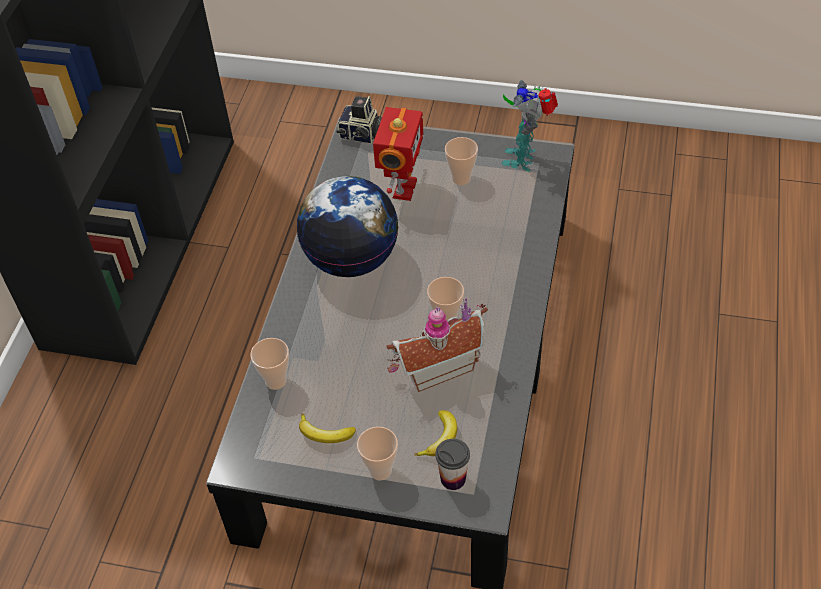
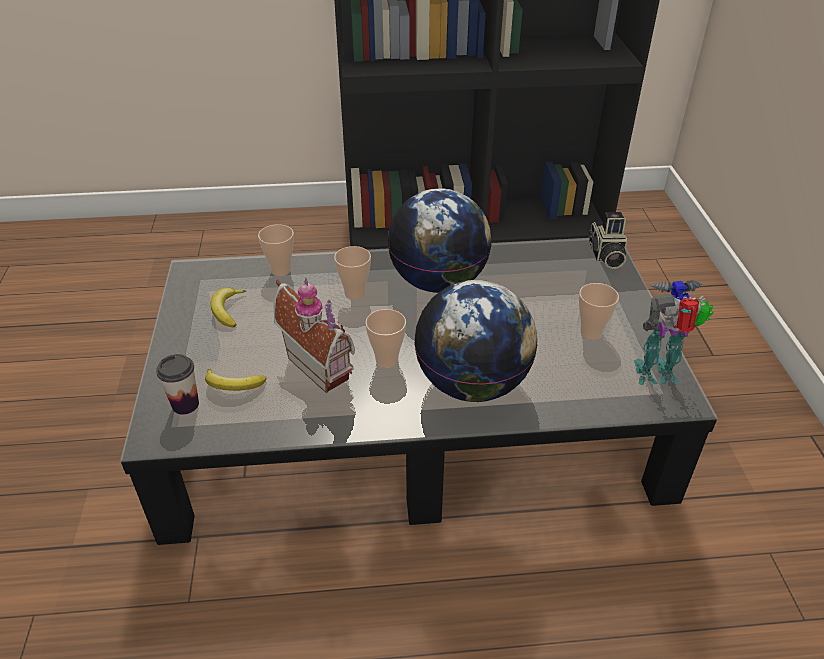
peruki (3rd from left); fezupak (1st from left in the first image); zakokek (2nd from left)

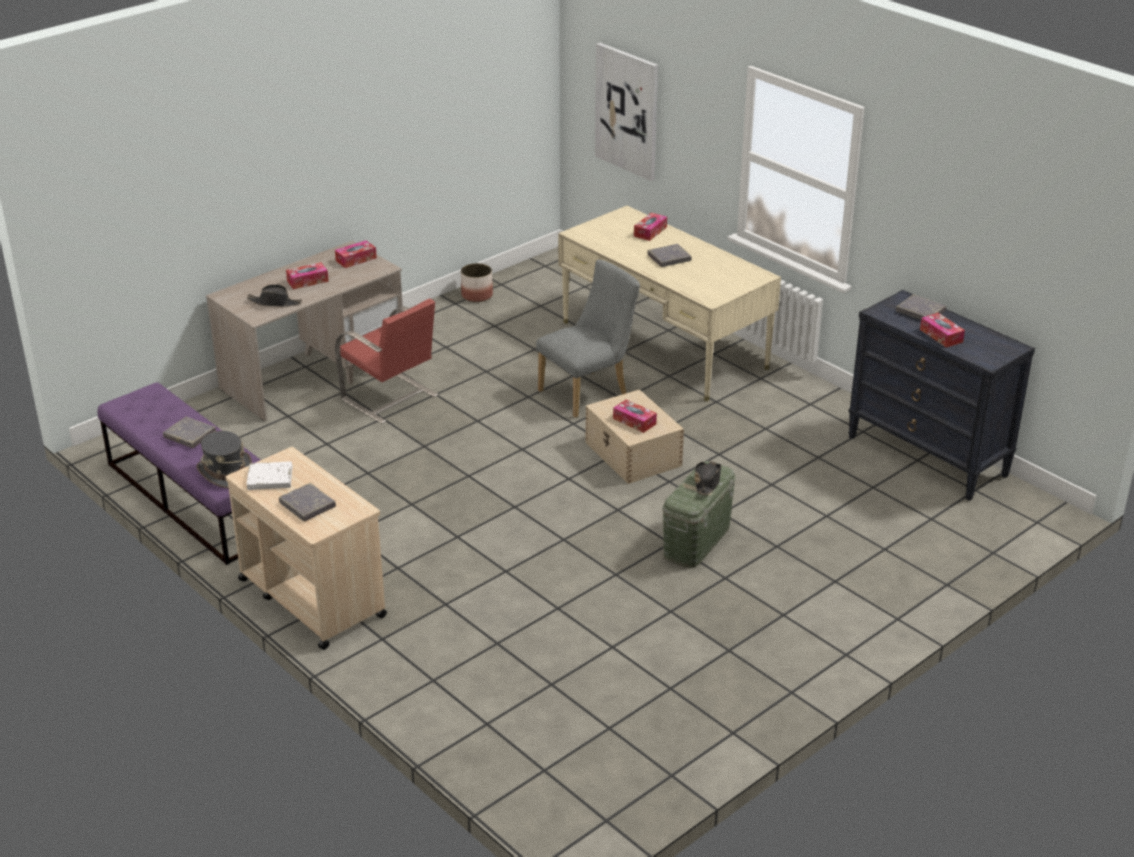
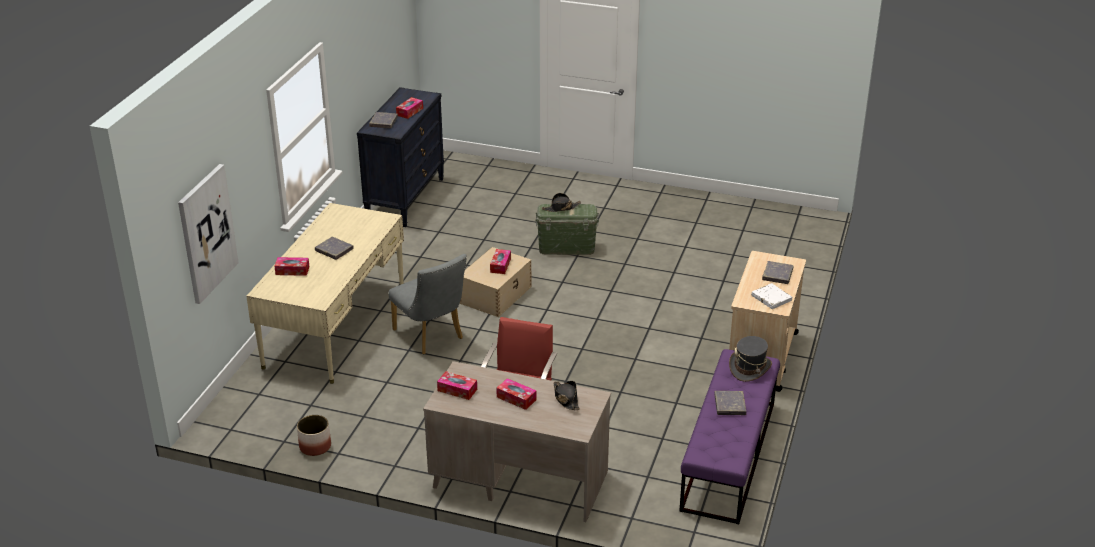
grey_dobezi

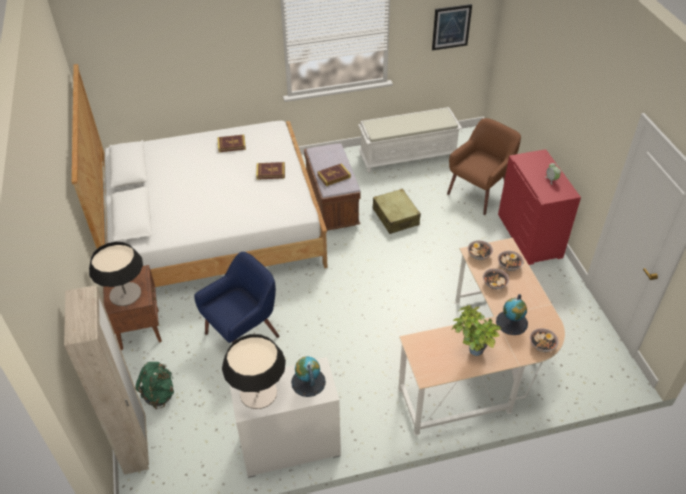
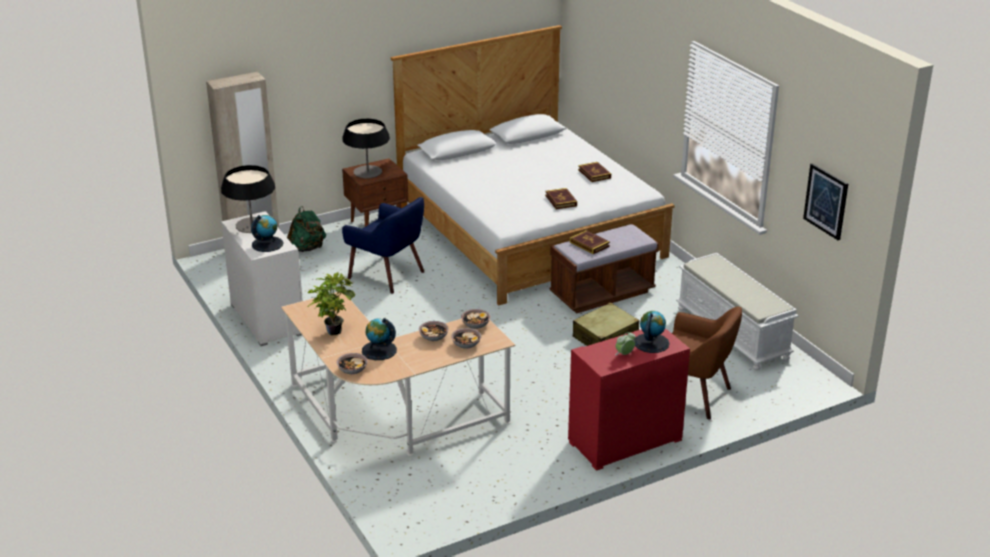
zakokek (3rd from left)

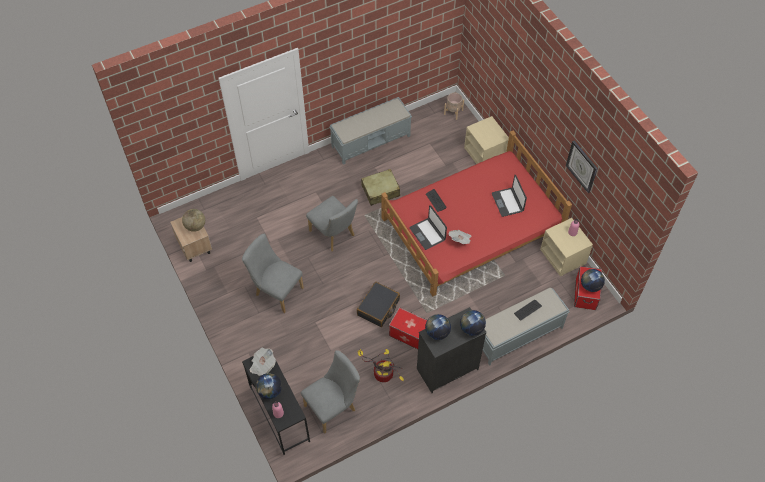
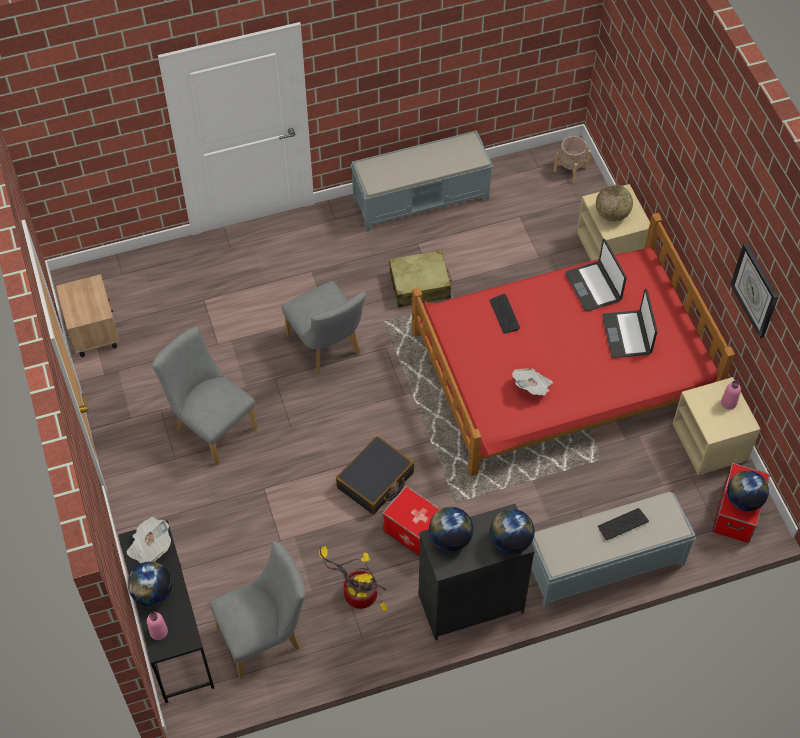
zakokek (4th from left); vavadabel (1st from left)

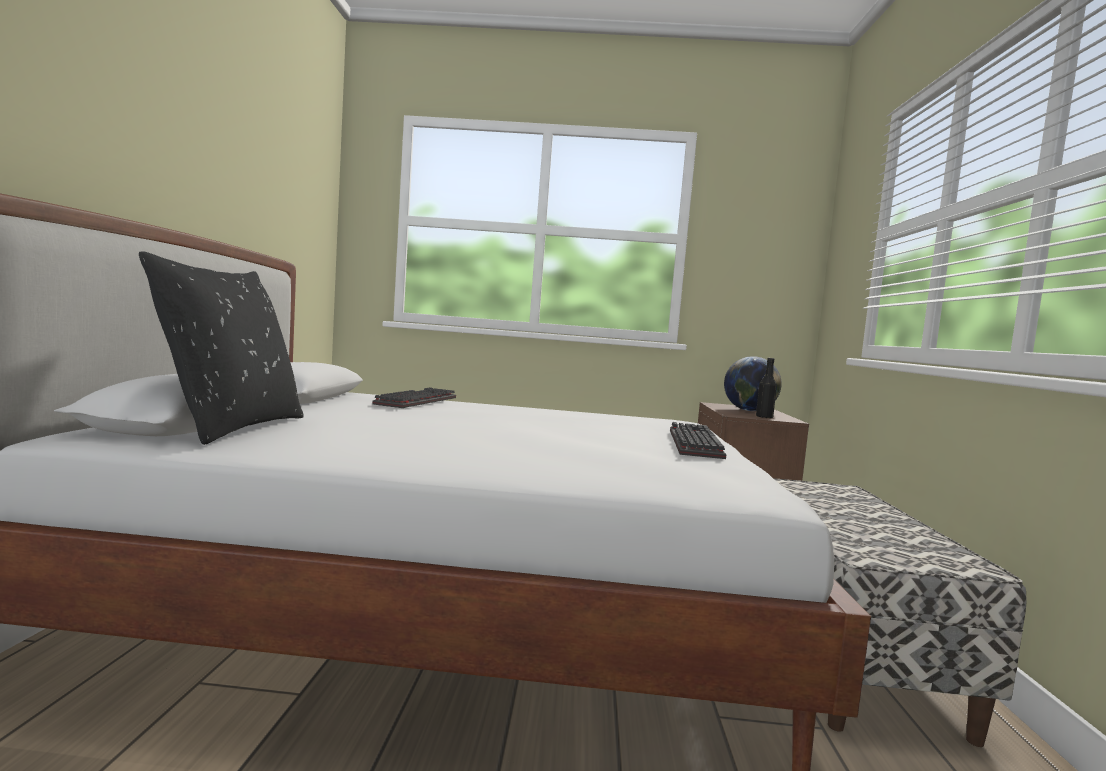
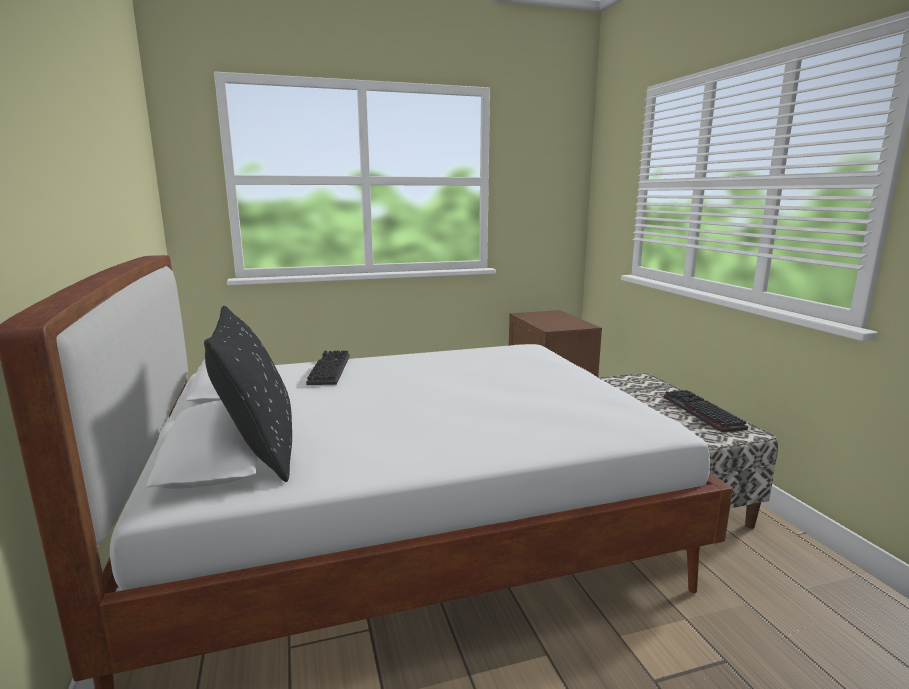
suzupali (2nd from left); zakokek; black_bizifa

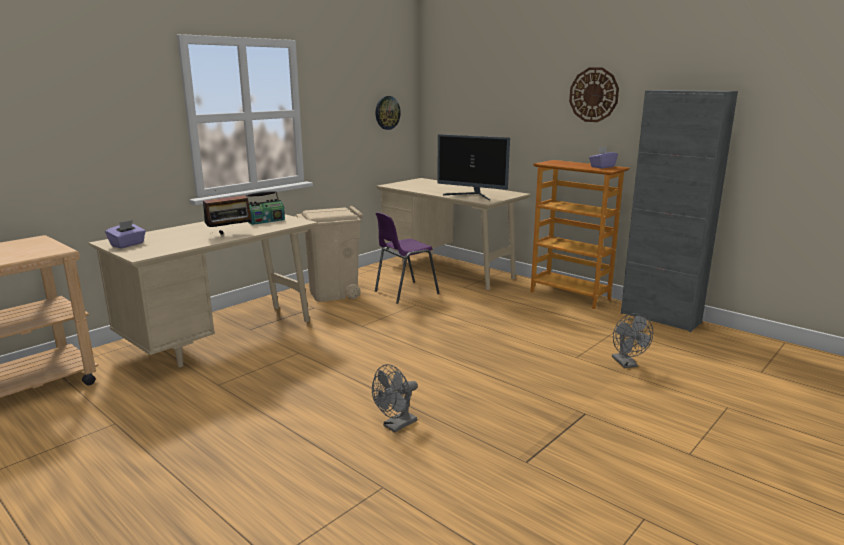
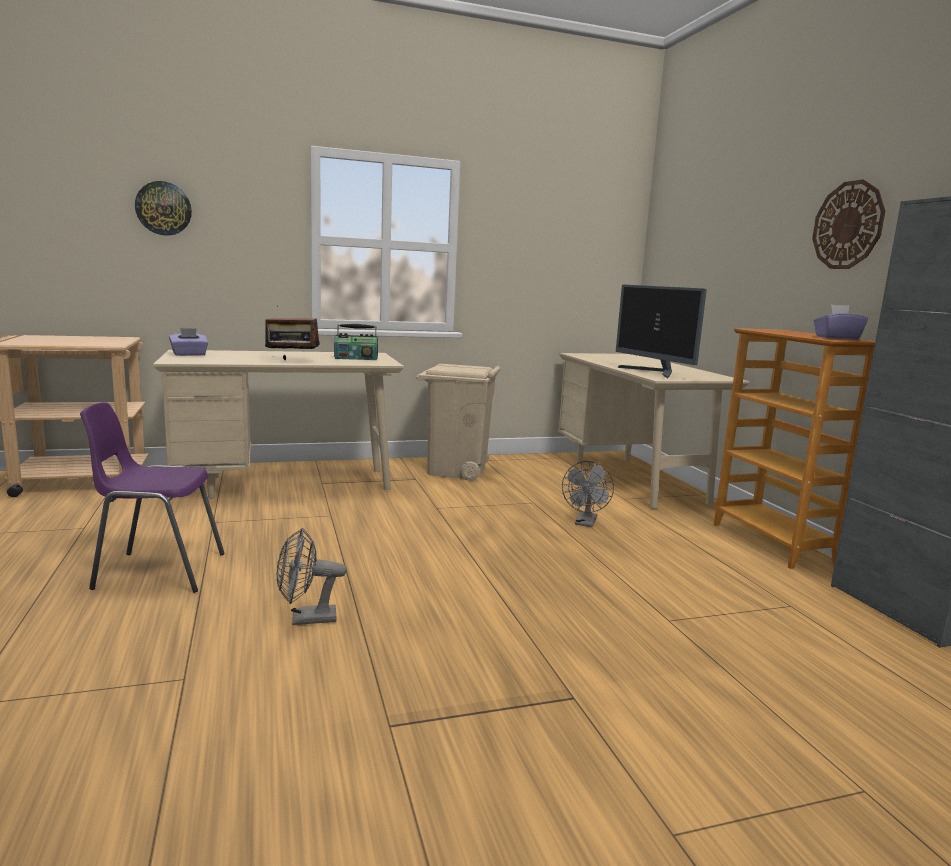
purple_dobezi; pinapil (1st from left); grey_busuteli (2nd from left)

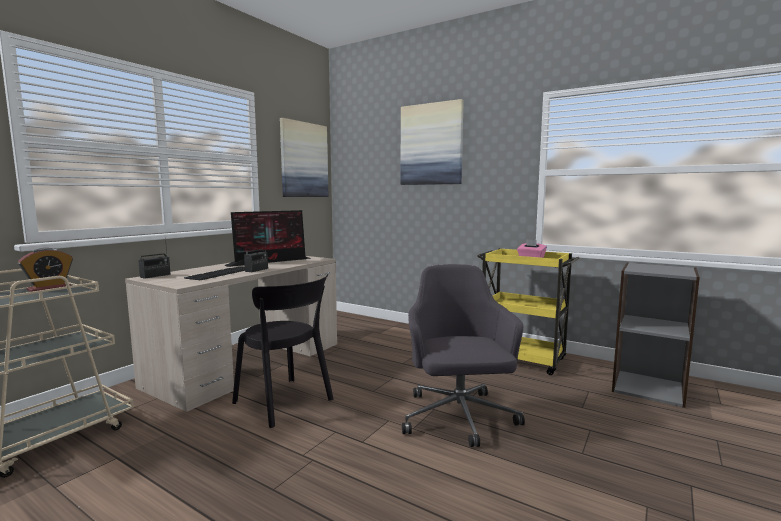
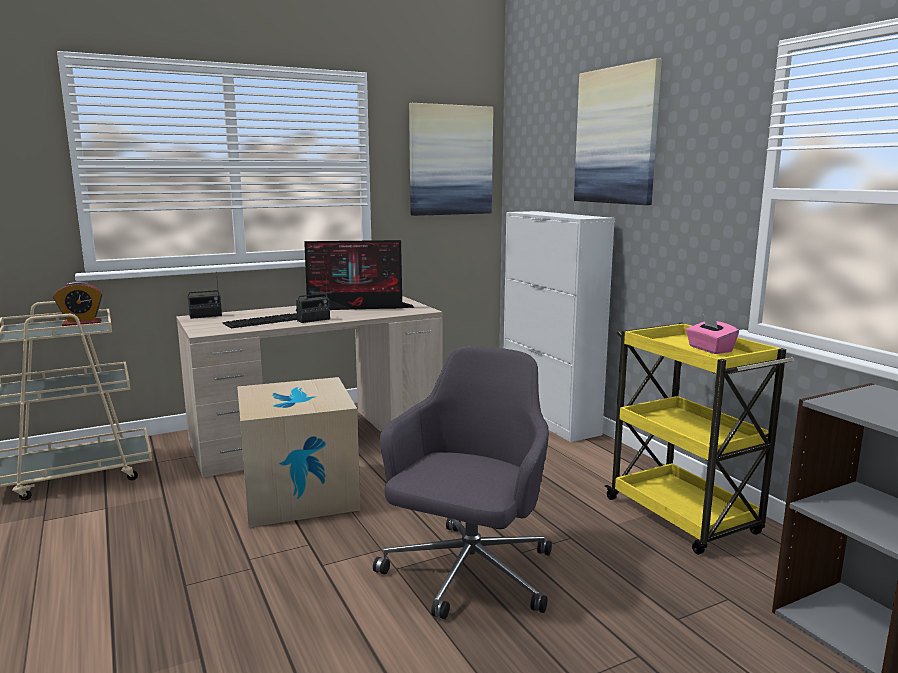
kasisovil; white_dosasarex

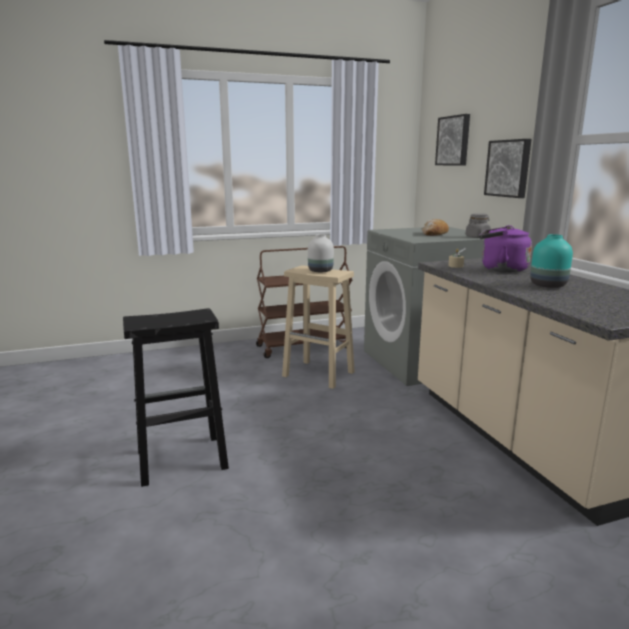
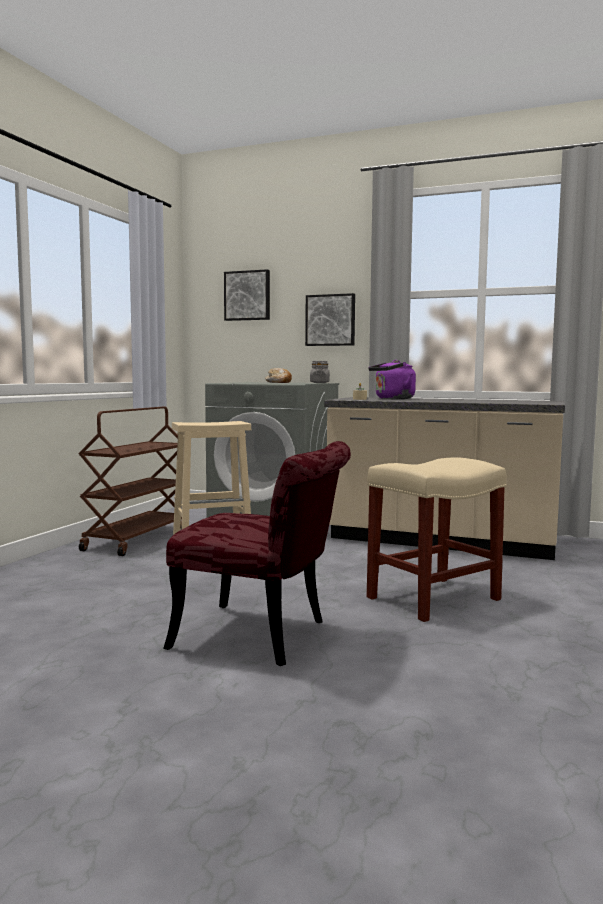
red_dobezi; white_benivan; turquoise_benivan; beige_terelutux (2nd from left)

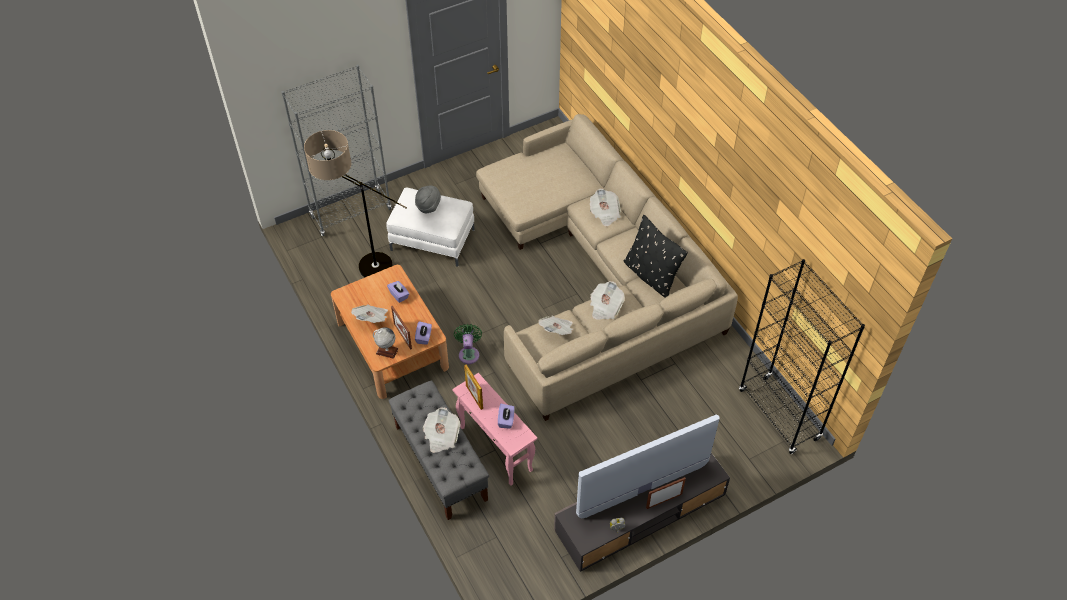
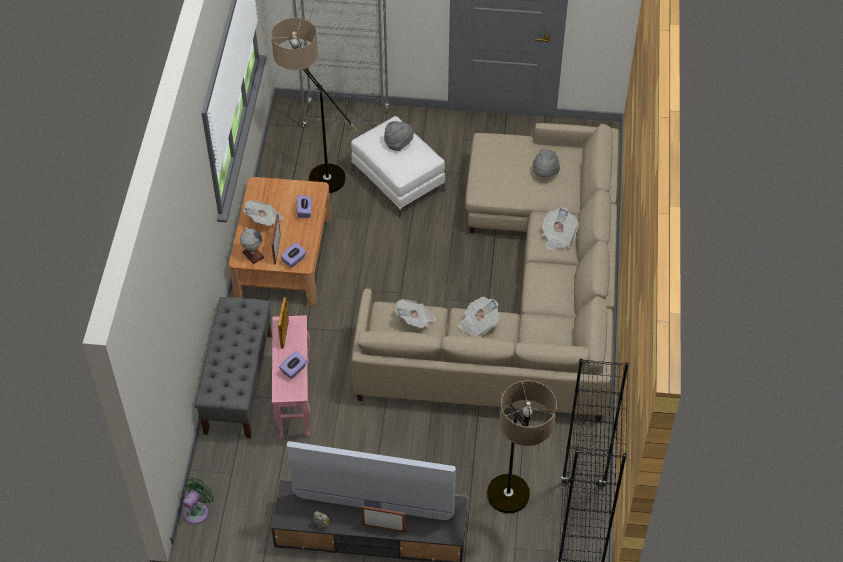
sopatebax (2nd from left in the first image); green_busuteli; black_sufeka; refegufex (2nd from left); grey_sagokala (2nd from left)

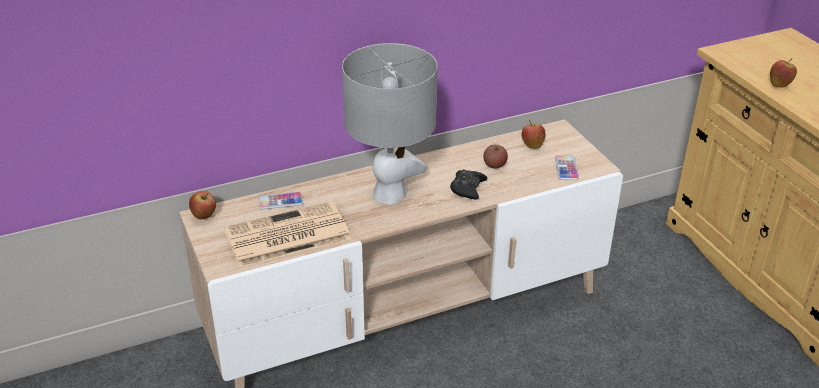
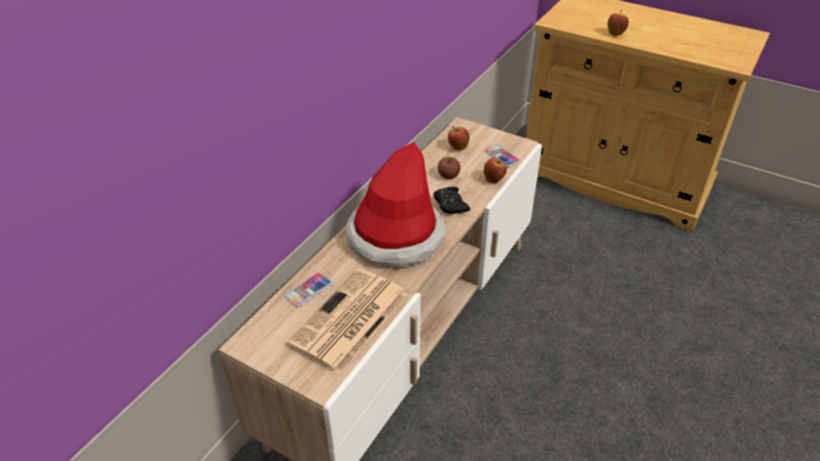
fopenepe (3rd from left); sagokala

